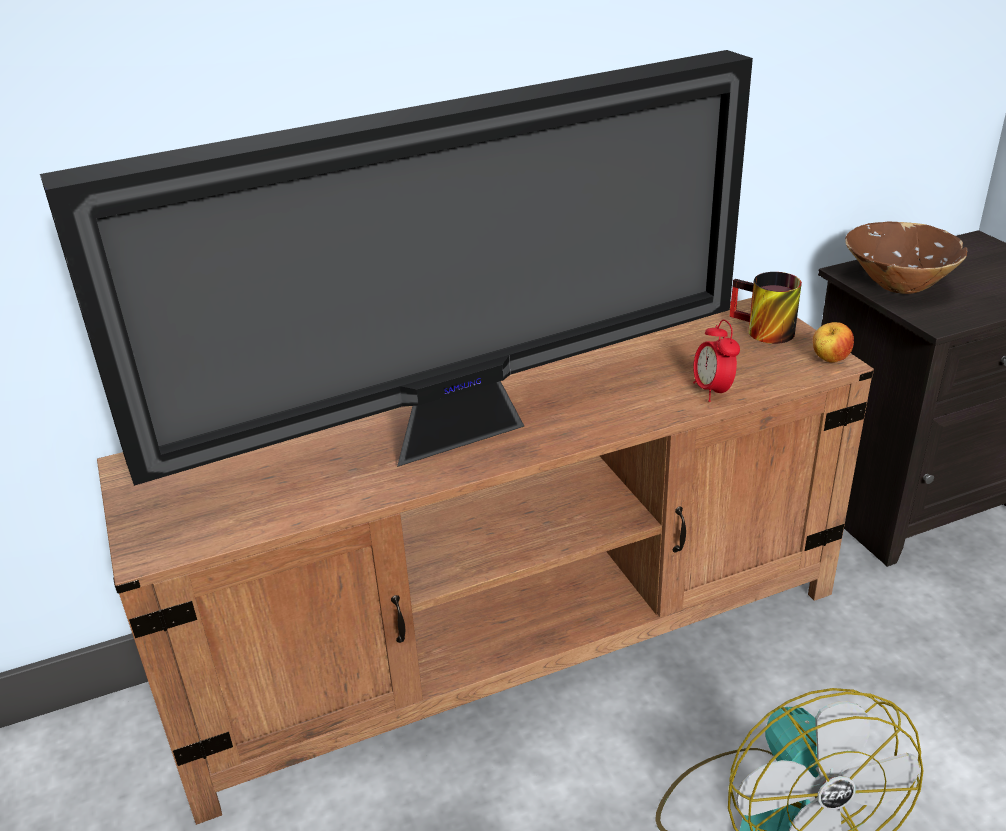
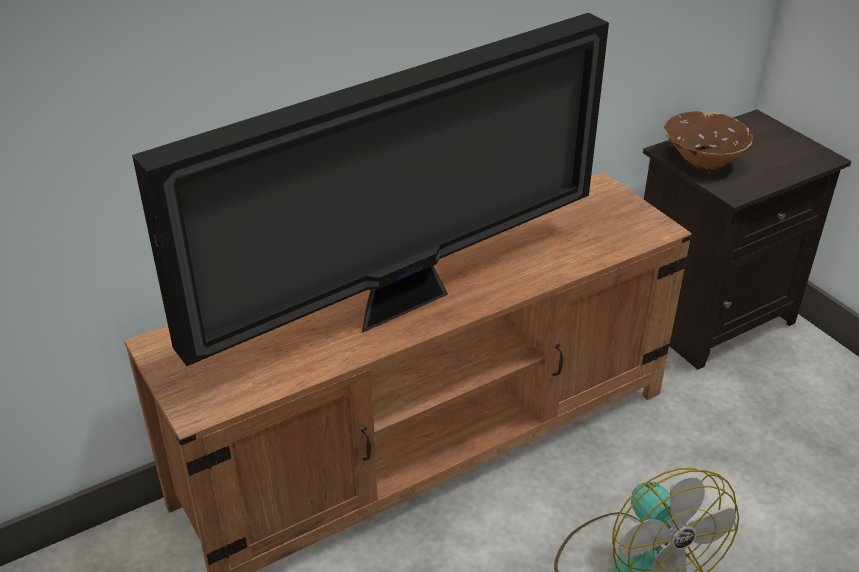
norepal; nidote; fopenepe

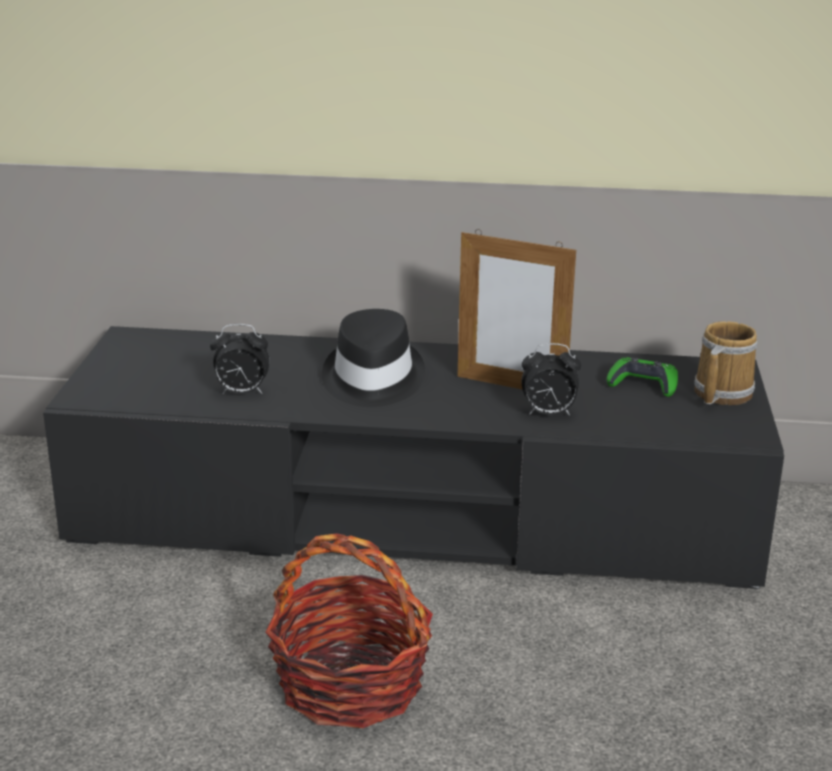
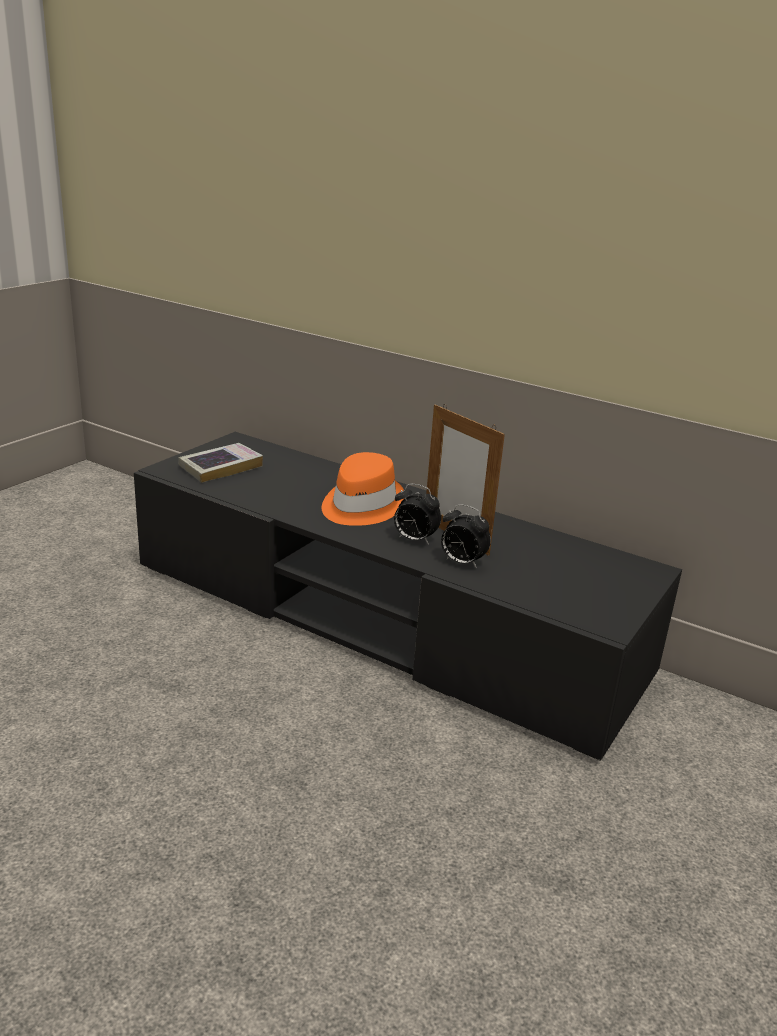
norepal (1st from left); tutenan; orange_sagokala; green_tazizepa; nidote; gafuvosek

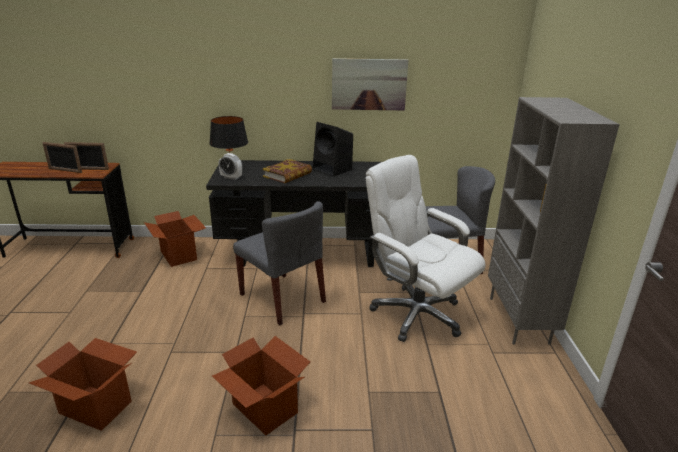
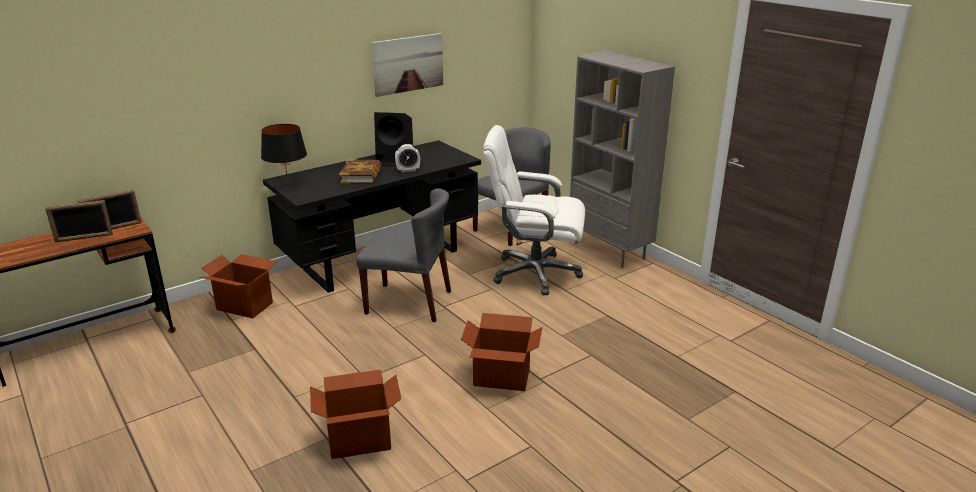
norepal

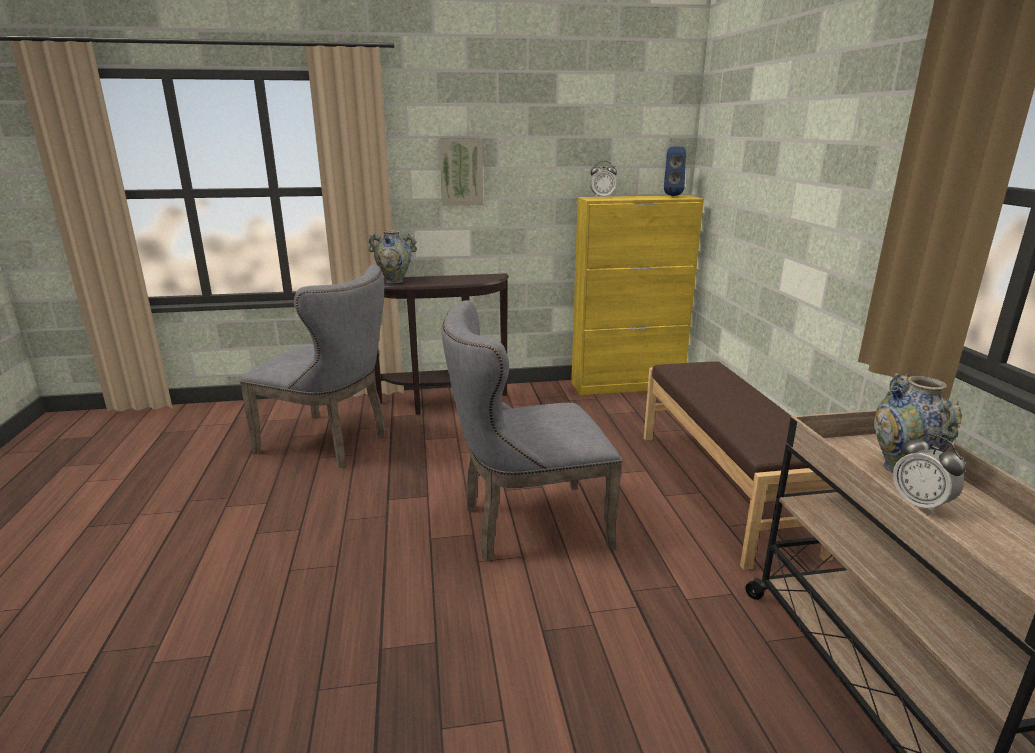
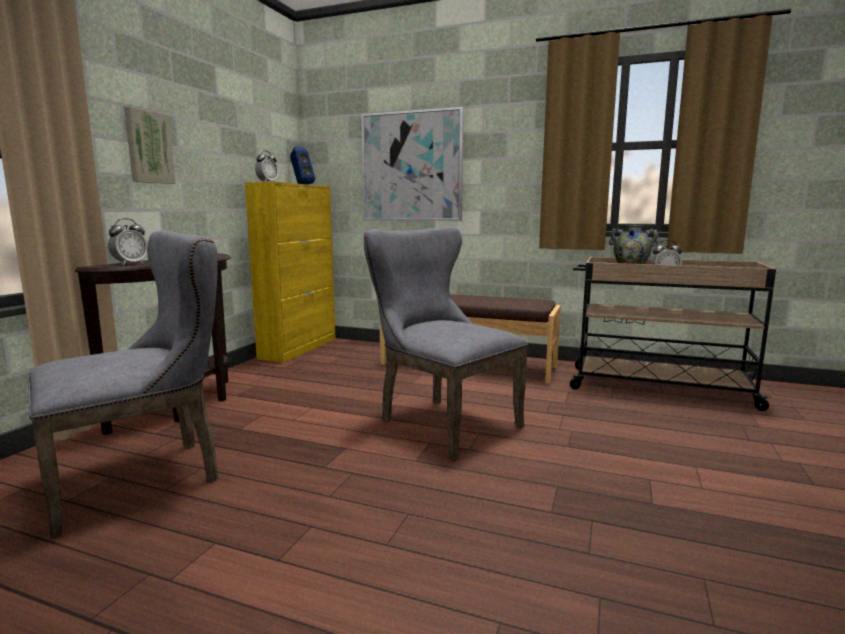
norepal (1st from left); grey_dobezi (2nd from left); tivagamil (2nd from left)

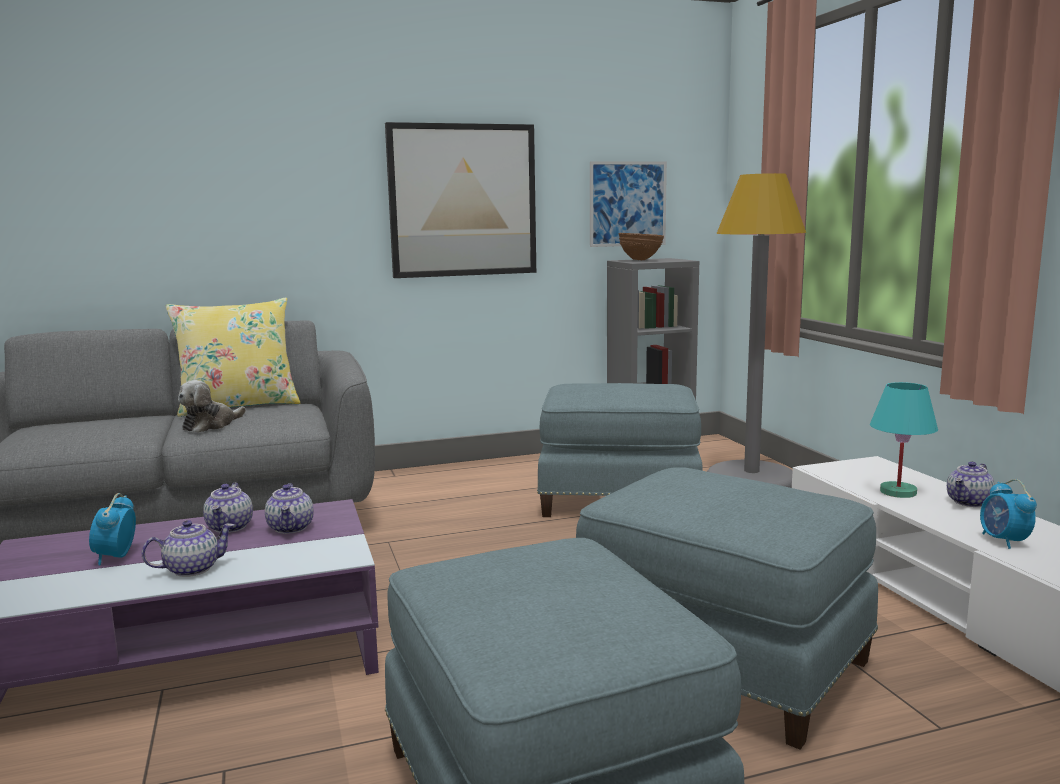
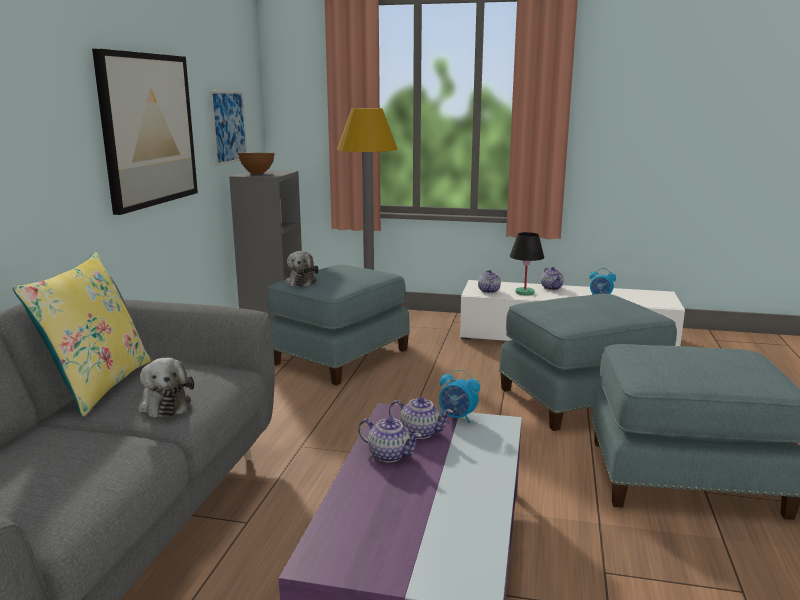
norepal (1st from left); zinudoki (3rd from left); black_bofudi; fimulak (2nd from left)

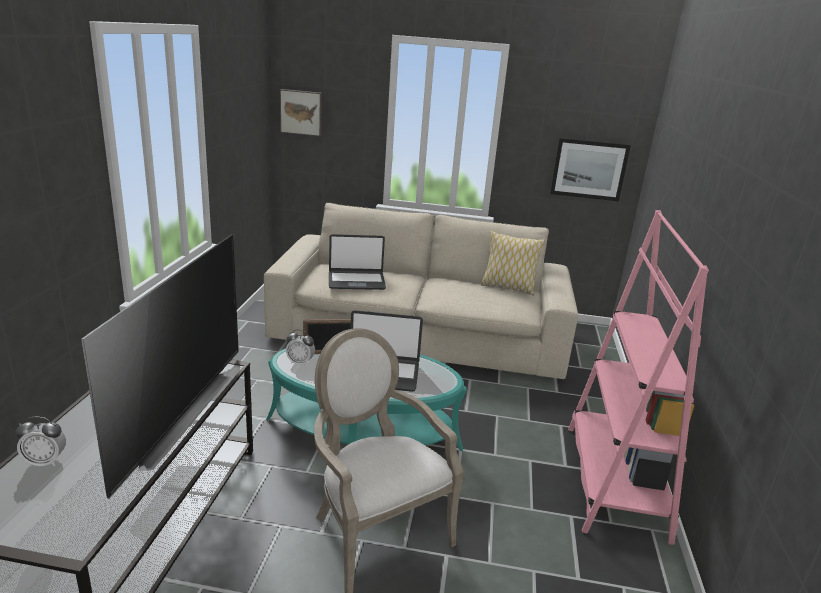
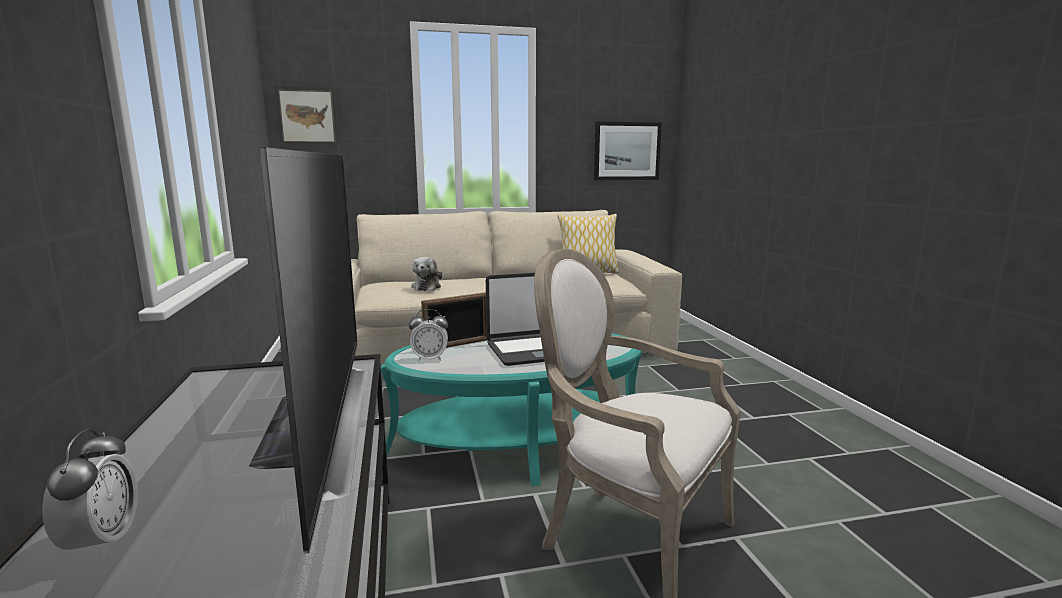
norepal (1st from left); fimulak; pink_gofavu

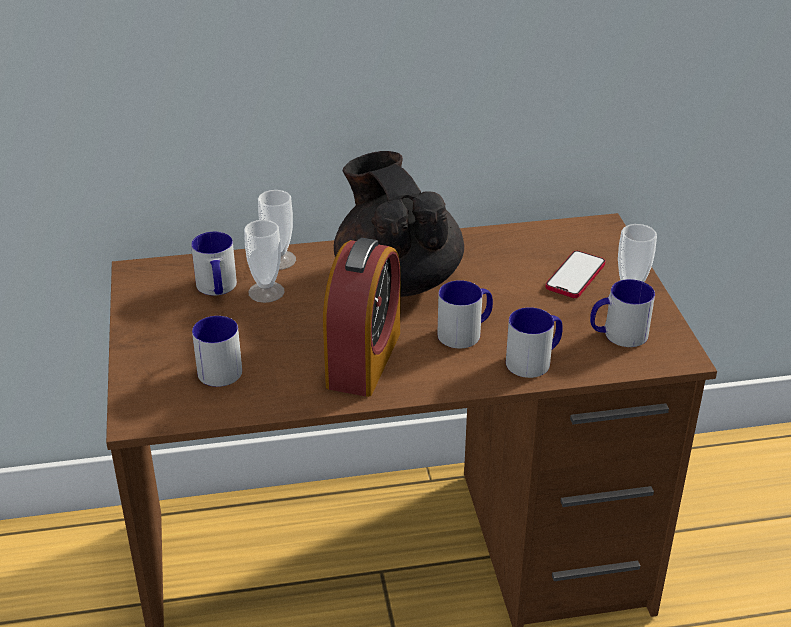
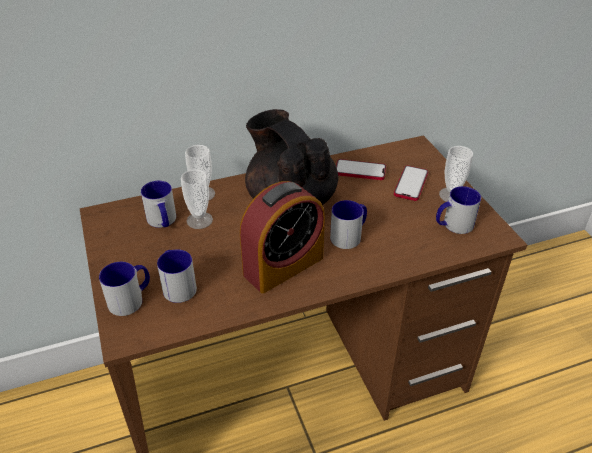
norepal; nidote (1st from left); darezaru (1st from left)

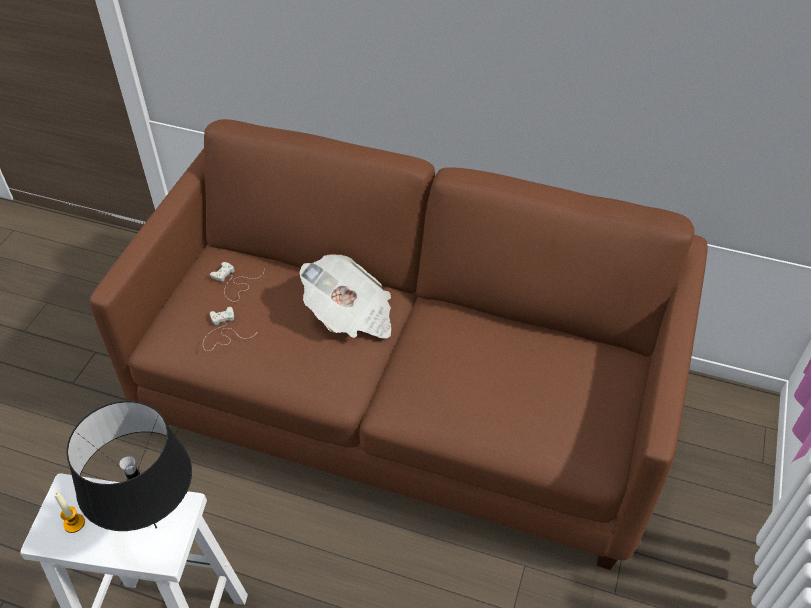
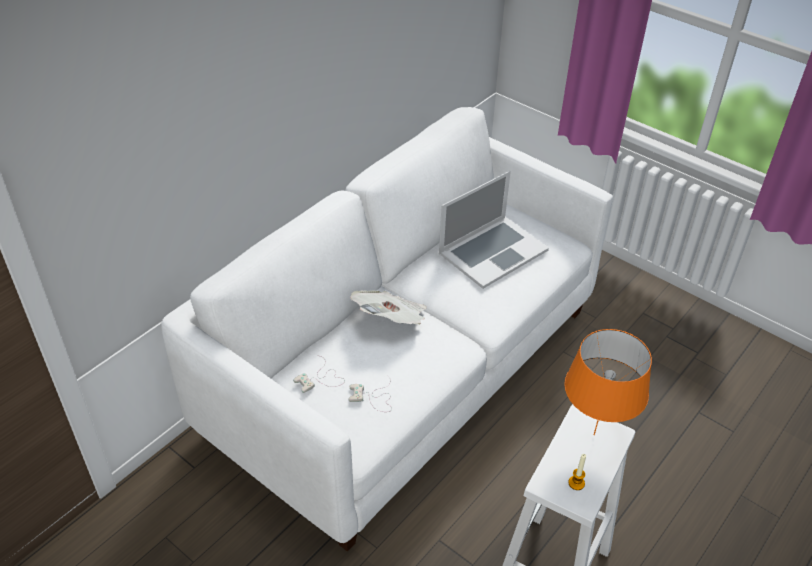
orange_bofudi; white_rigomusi; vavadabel

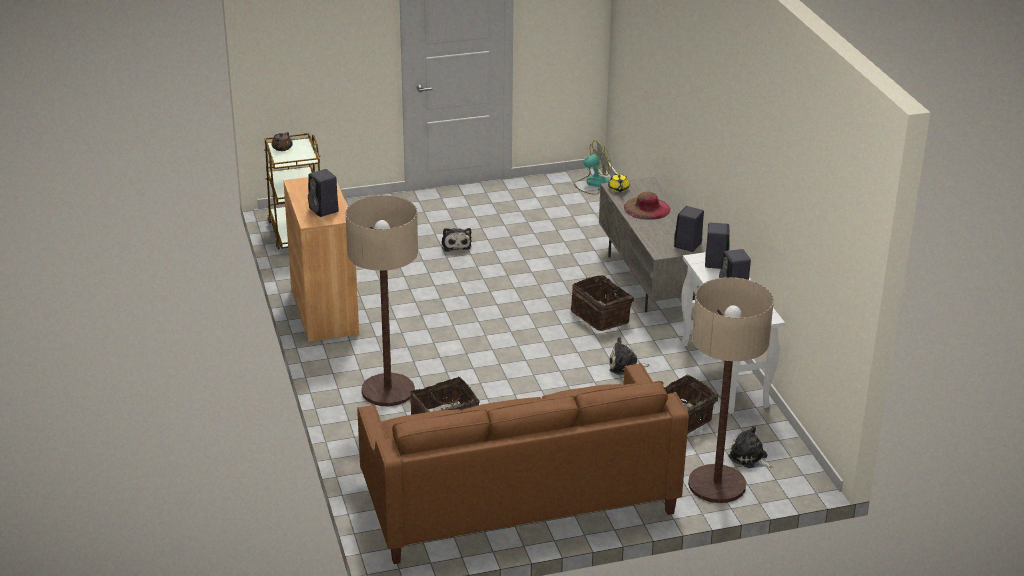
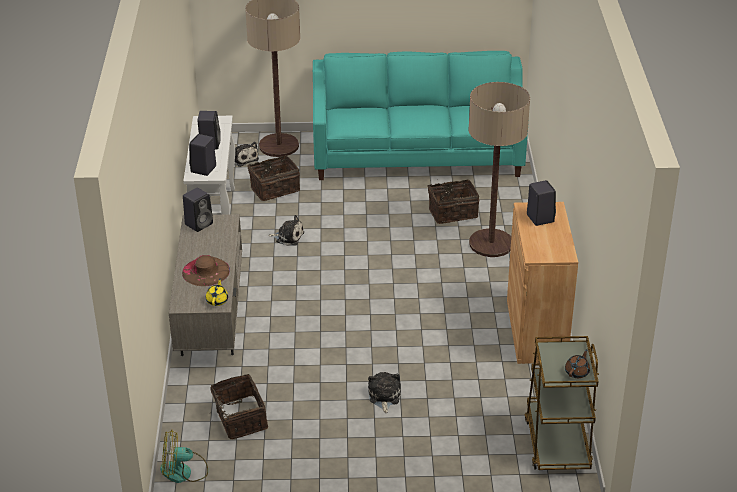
turquoise_rigomusi; tutenan (1st from left)

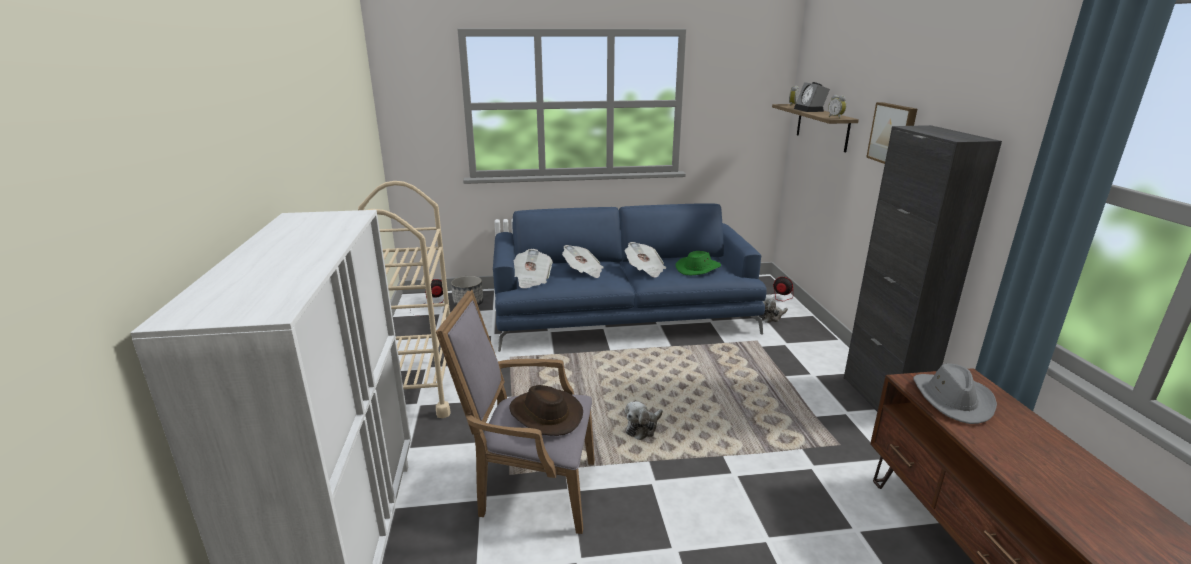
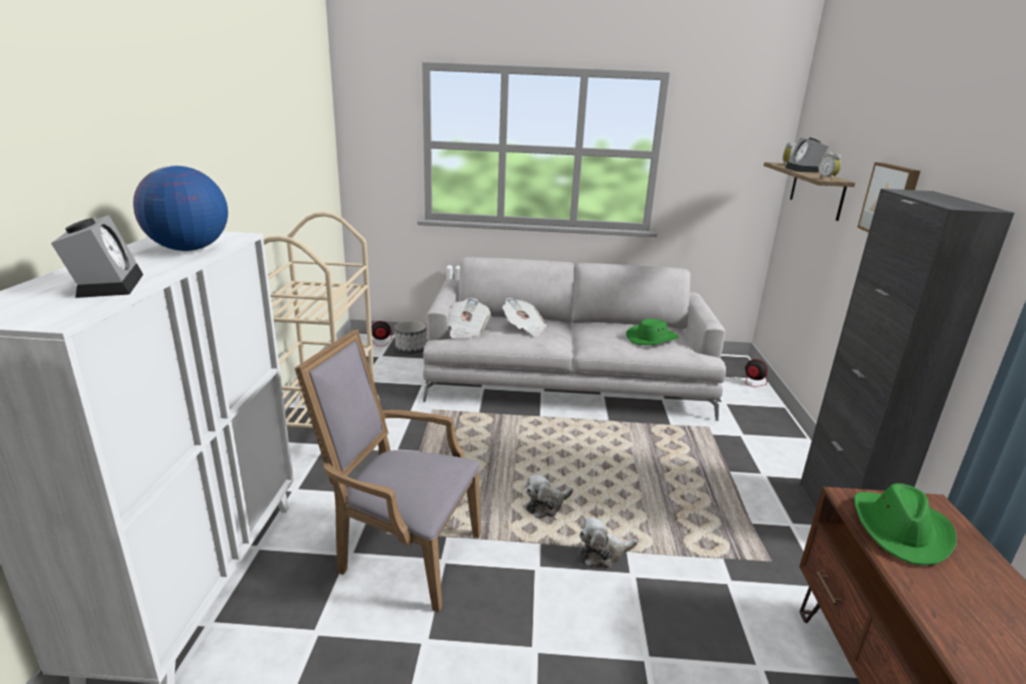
grey_rigomusi; brown_sagokala; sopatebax (3rd from left in the first image); fimulak (2nd from left); green_sagokala (2nd from left); norepal (1st from left); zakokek

